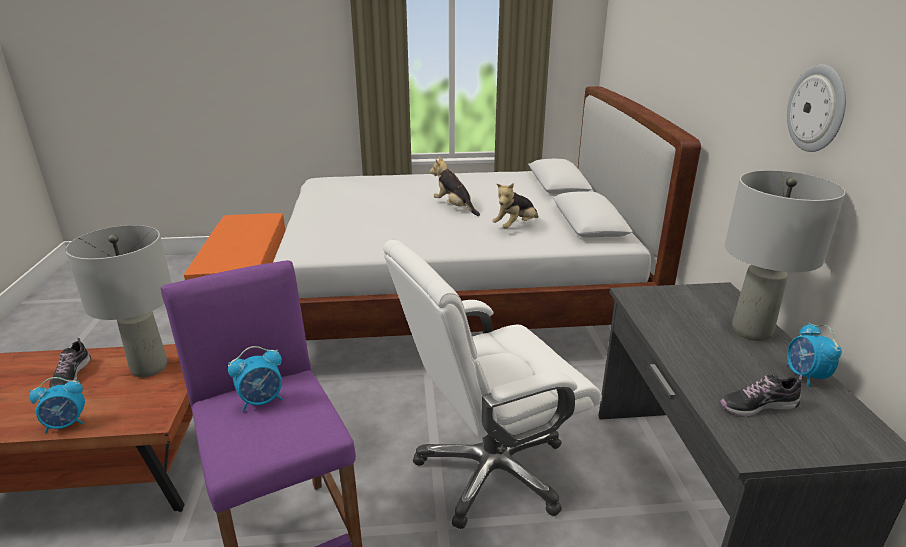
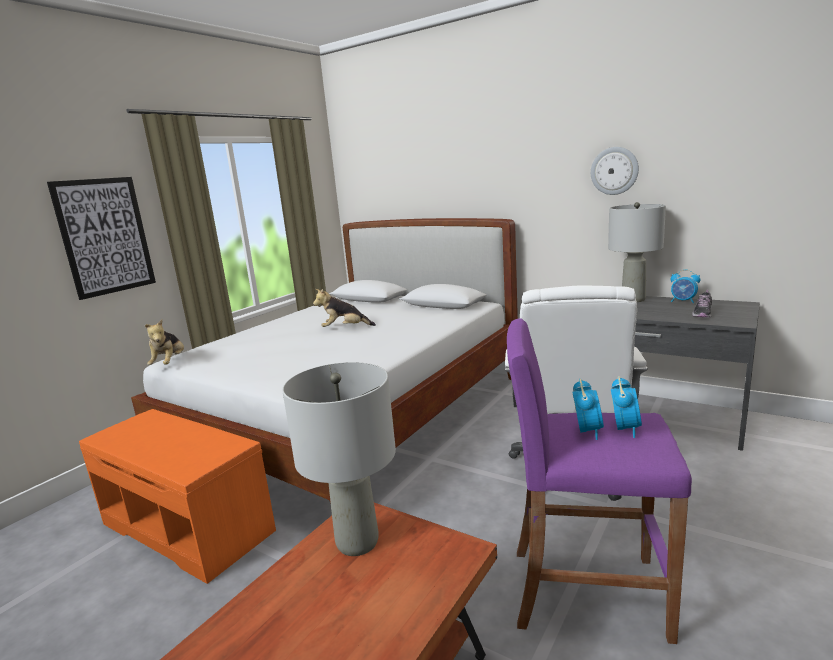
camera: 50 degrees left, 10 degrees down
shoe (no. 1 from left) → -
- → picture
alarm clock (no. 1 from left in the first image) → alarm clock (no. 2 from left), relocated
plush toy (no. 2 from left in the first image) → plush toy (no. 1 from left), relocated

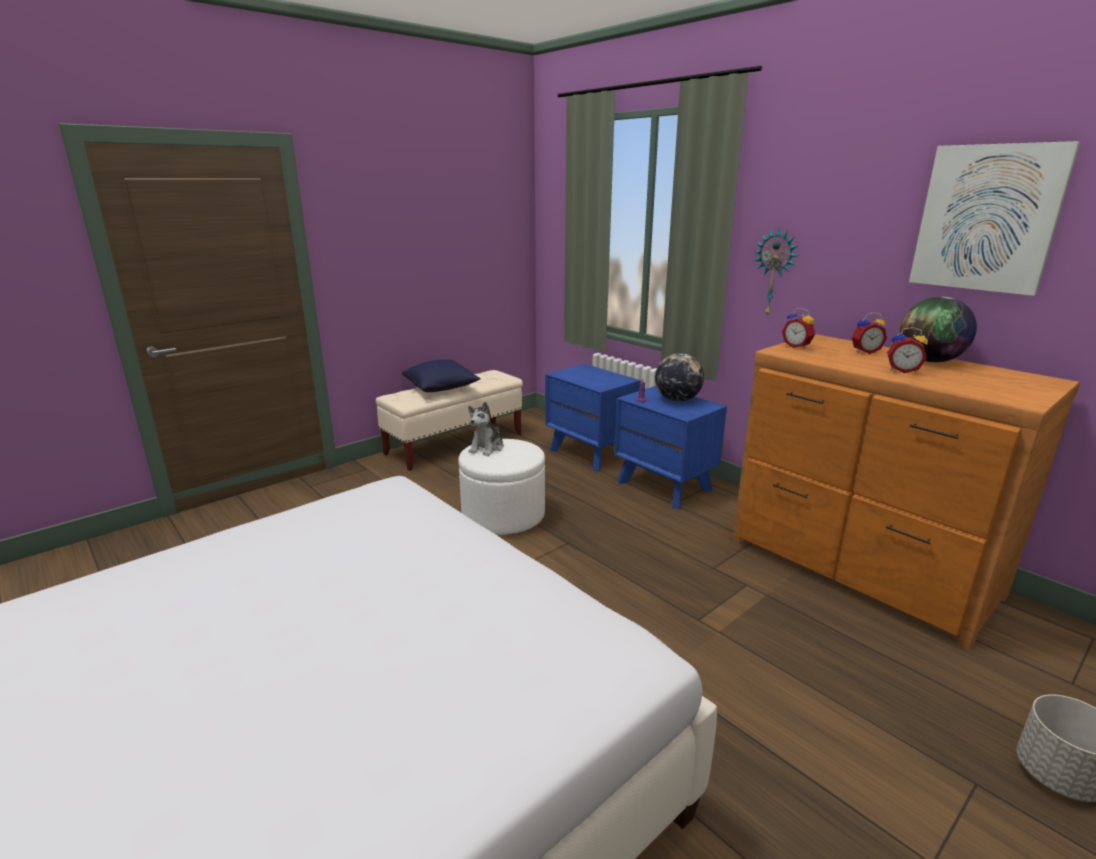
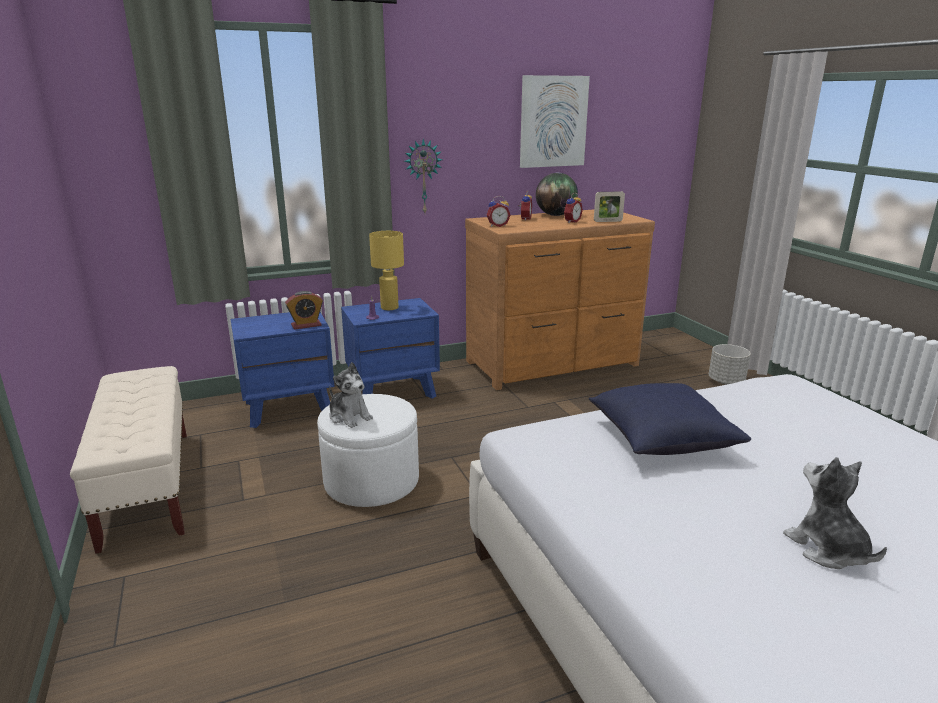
camera: 70 degrees left, 0 degrees up
- → alarm clock (no. 1 from left)
- → picture frame
- → plush toy (no. 2 from left)
pillow (blue), relocated
globe (no. 1 from left) → table lamp (yellow)

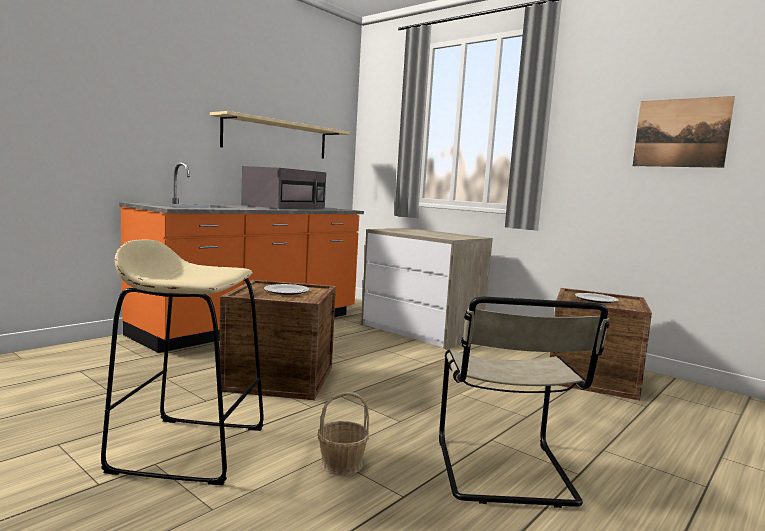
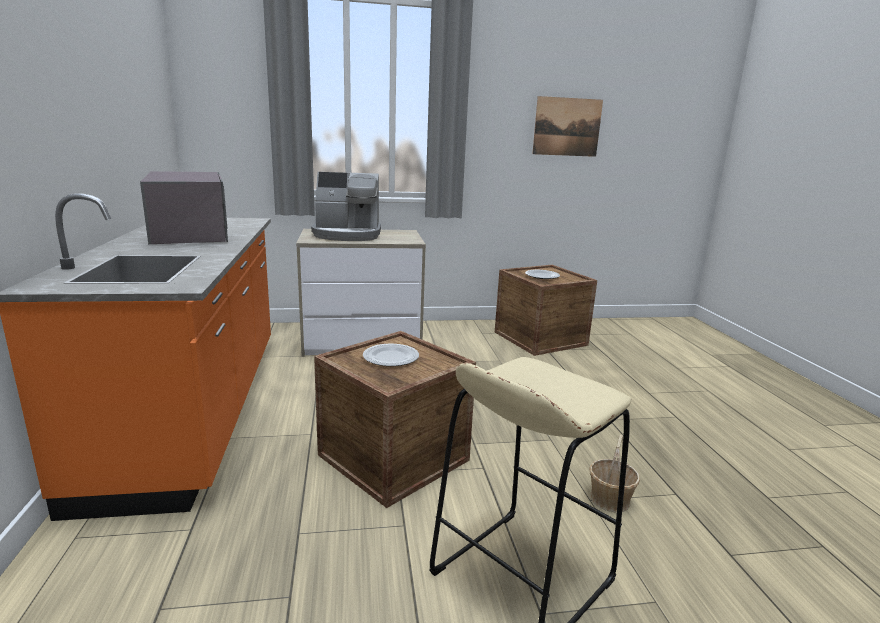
camera: 50 degrees left, 10 degrees up
shelf (beige) → -
chair (beige) → -
- → coffee machine

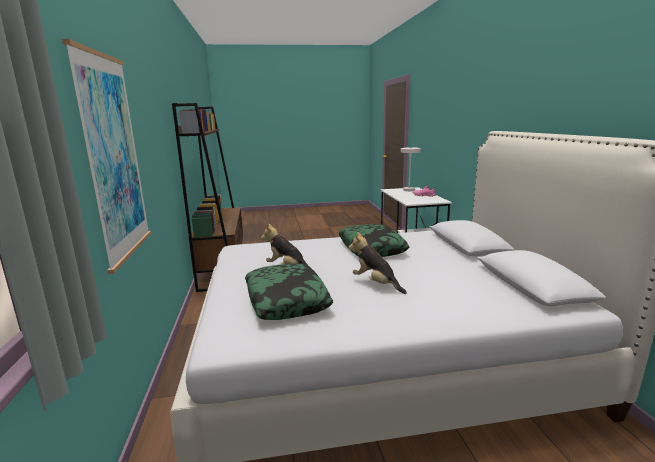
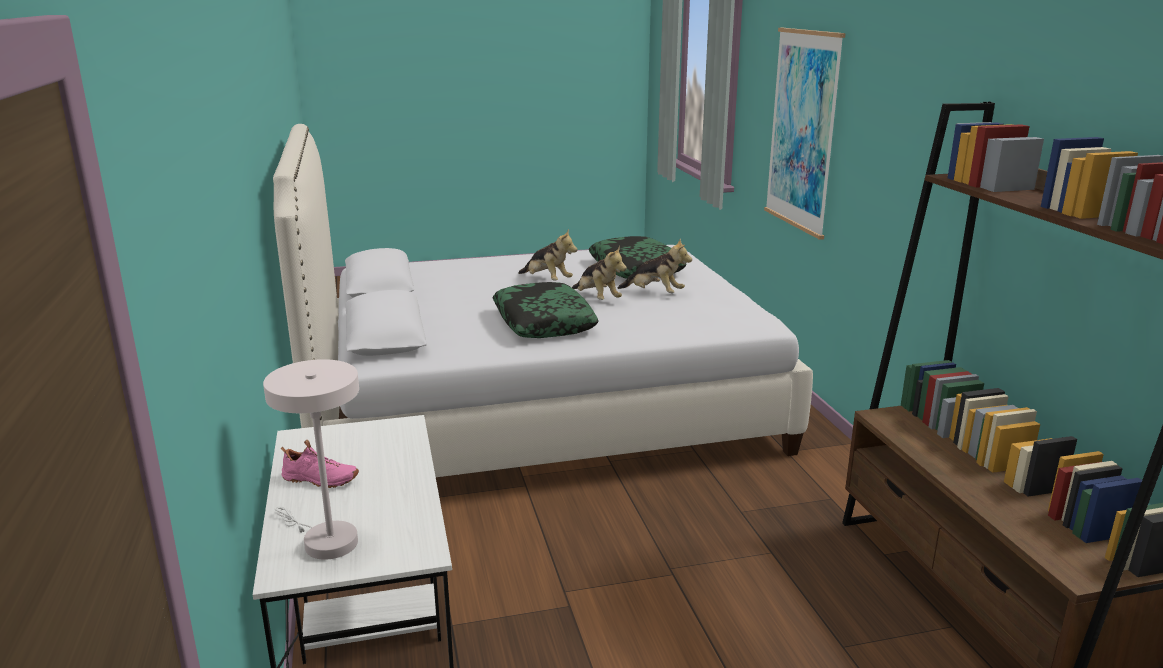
camera: 175 degrees right, 5 degrees up
- → plush toy (no. 2 from left)

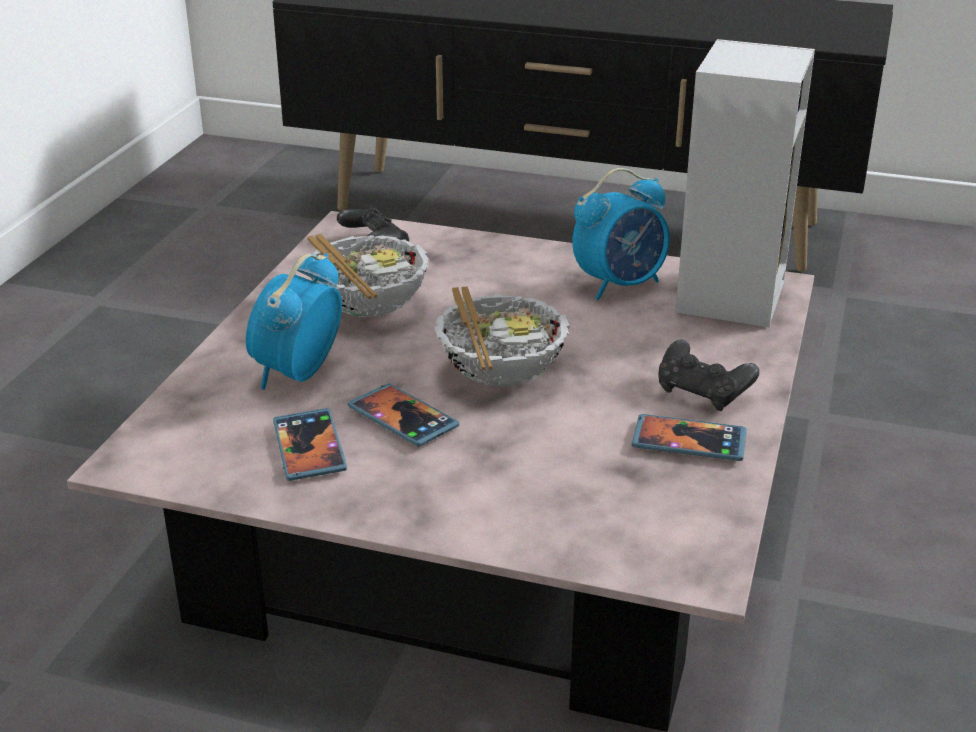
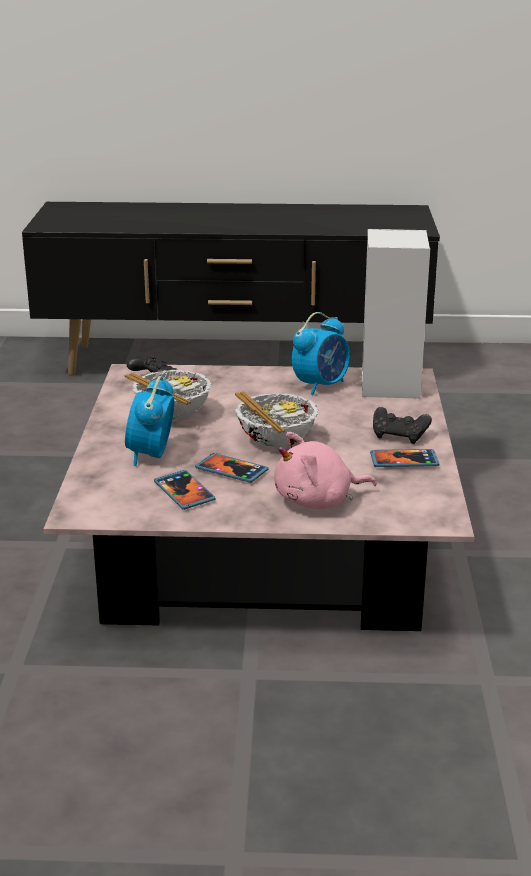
camera: 15 degrees left, 5 degrees down
- → plush toy (pink)

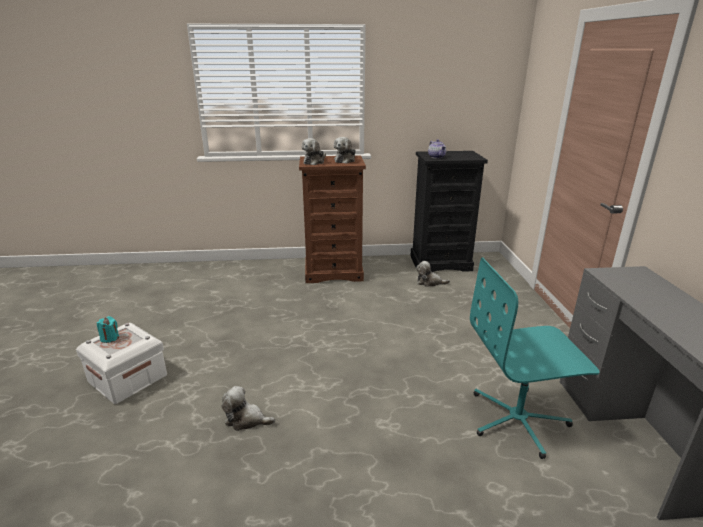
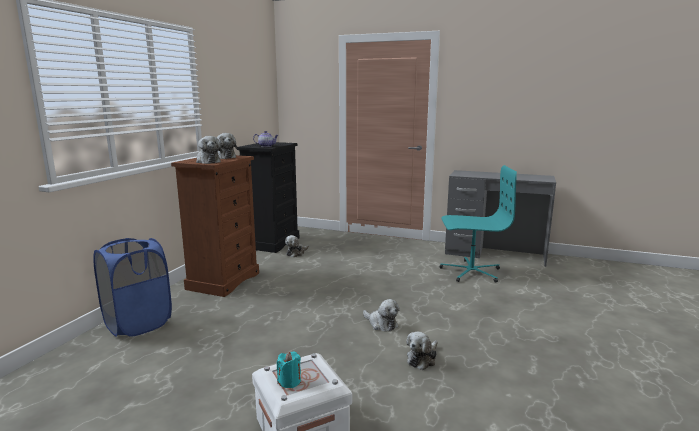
camera: 65 degrees left, 10 degrees down
- → laundry basket (blue)
- → plush toy (no. 4 from left)
office chair (turquoise), 105 degrees counterclockwise

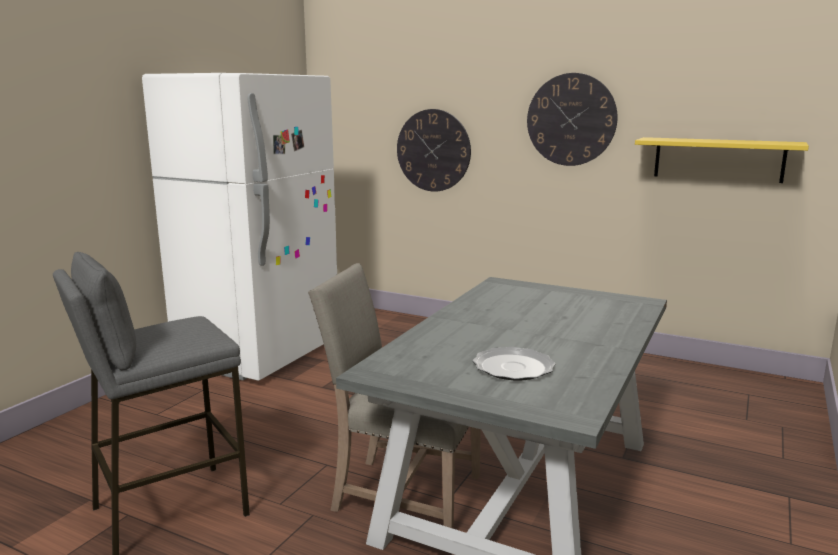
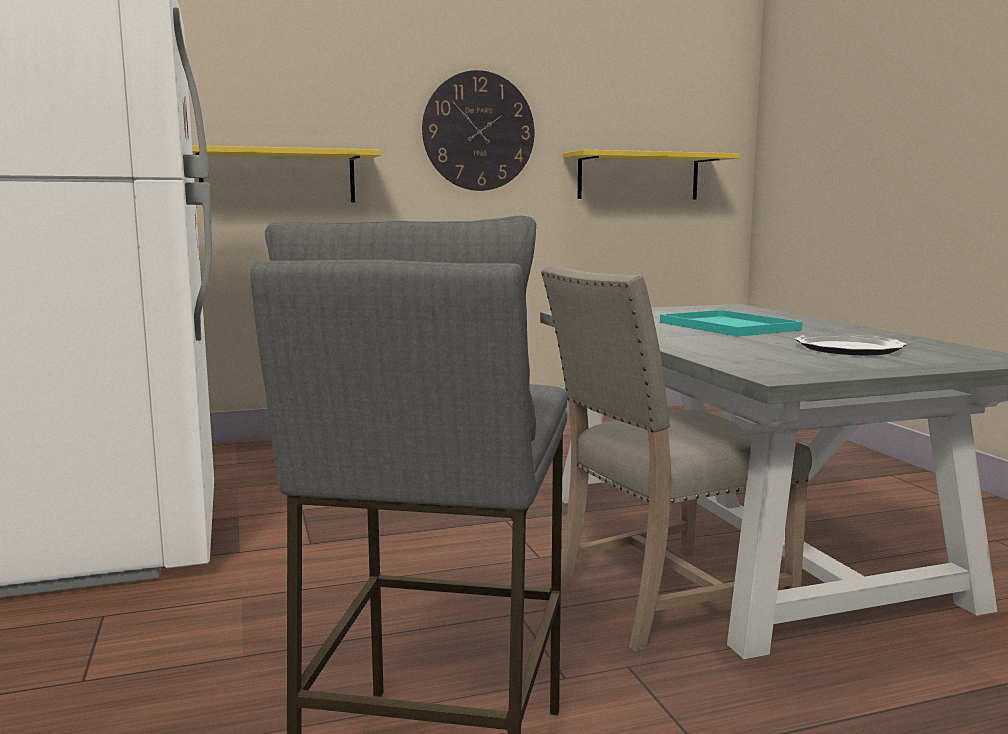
camera: 45 degrees left, 5 degrees down
- → tray (turquoise)
wall clock (no. 1 from left) → shelf (yellow) (no. 1 from left)

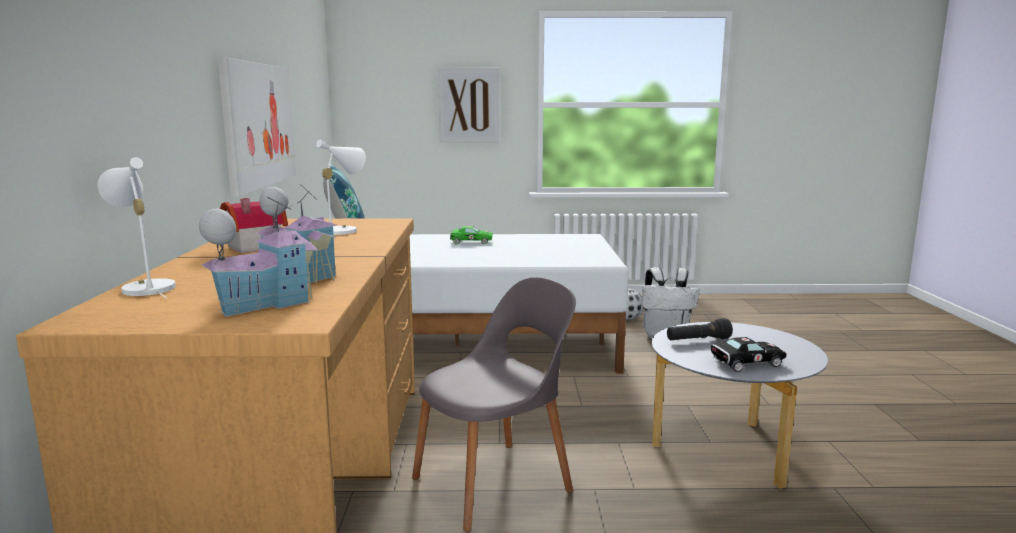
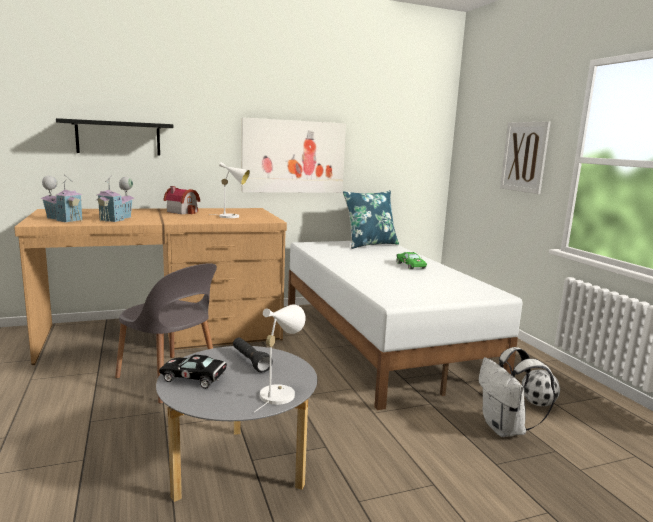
camera: 70 degrees right, 0 degrees up
- → shelf (black)
table lamp (white) (no. 1 from left in the first image) → table lamp (white) (no. 2 from left), relocated
toy car (black), 135 degrees clockwise

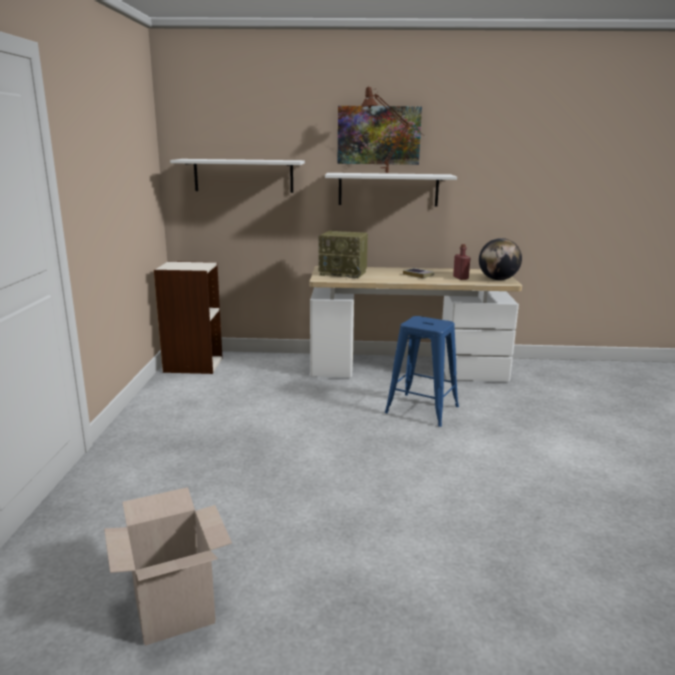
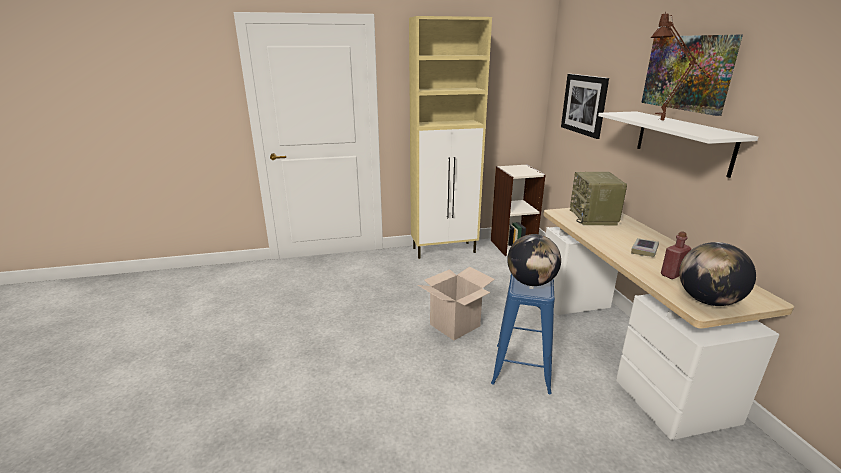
camera: 75 degrees right, 5 degrees up
- → cabinet (beige)
- → globe (no. 1 from left)
cardboard box, relocated
shelf (white) (no. 1 from left) → picture (no. 1 from left)

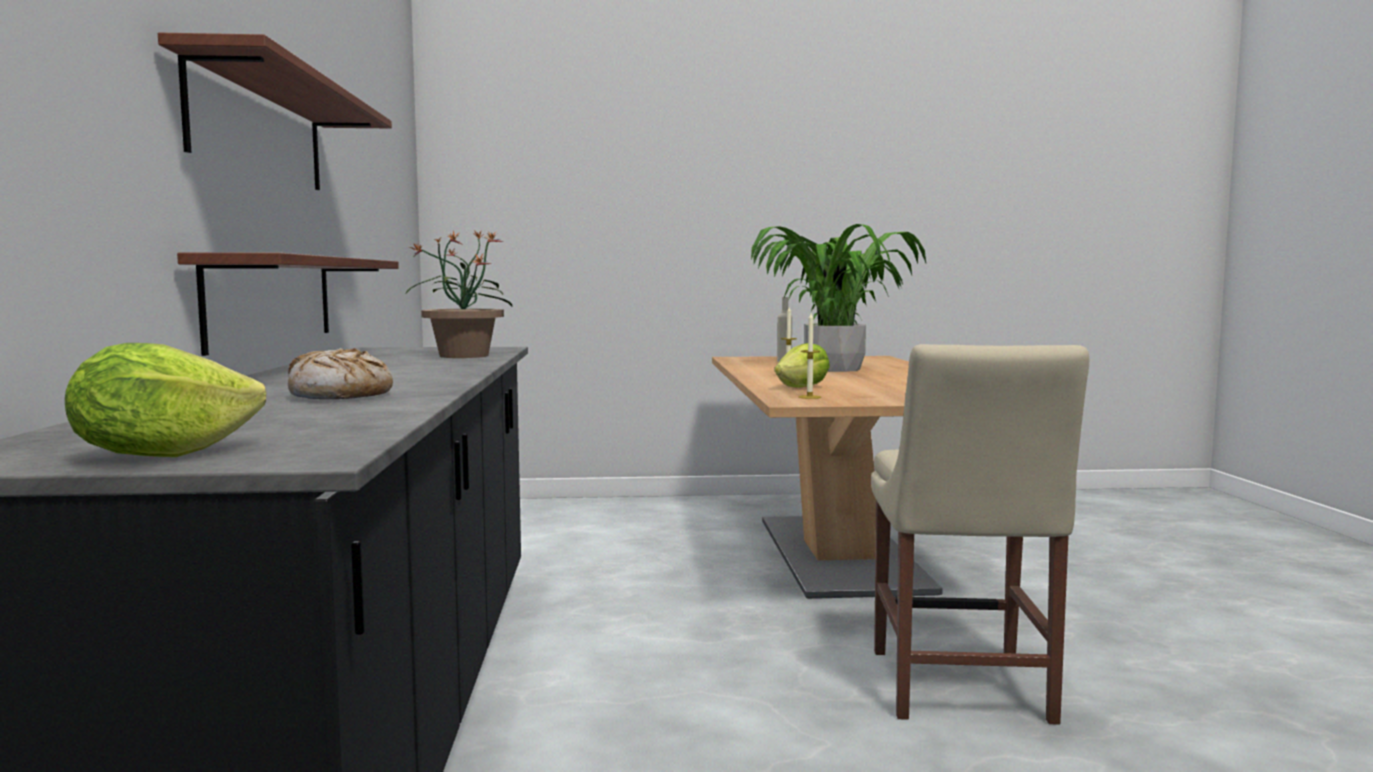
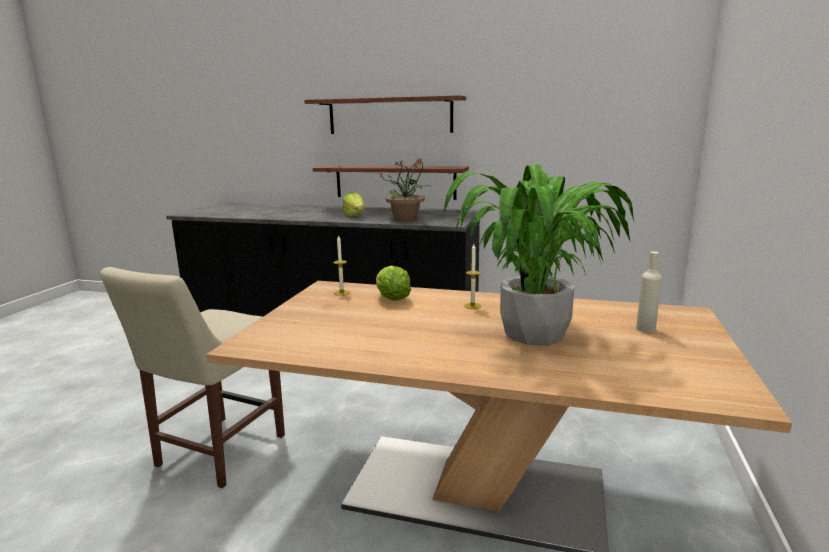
camera: 110 degrees right, 10 degrees up
bread → -
lettuce (no. 1 from left), relocated
chair (beige), 90 degrees counterclockwise

